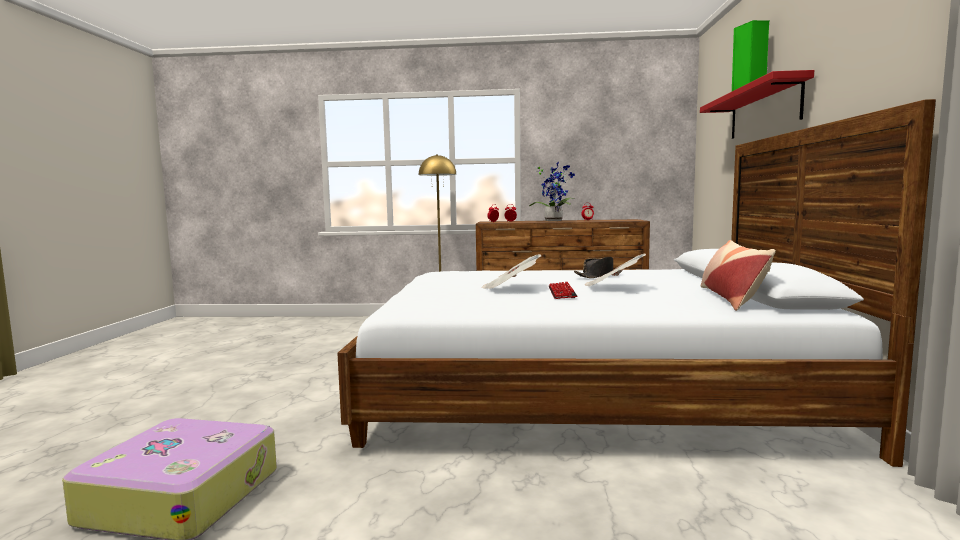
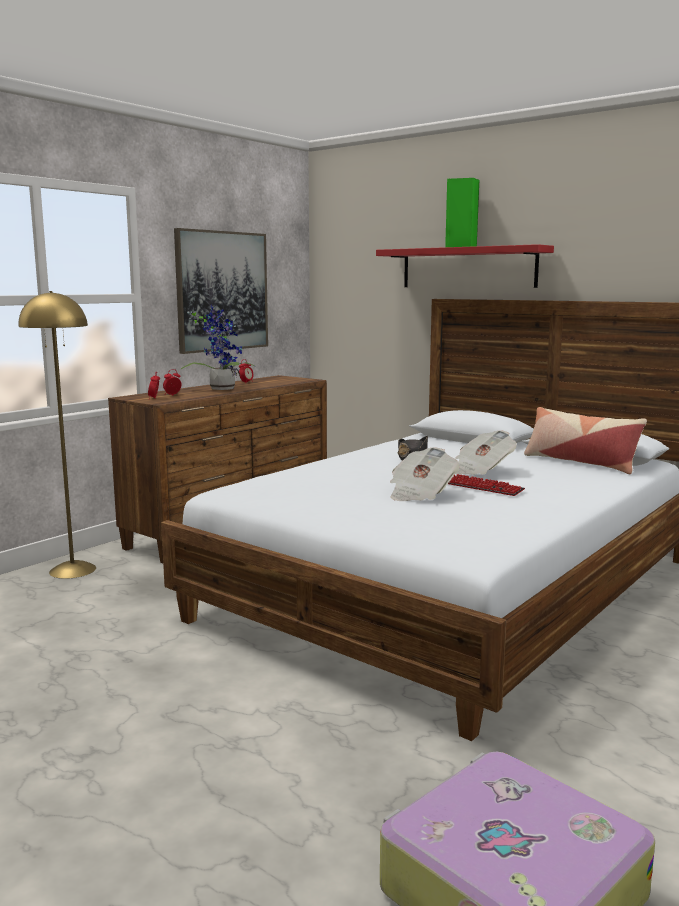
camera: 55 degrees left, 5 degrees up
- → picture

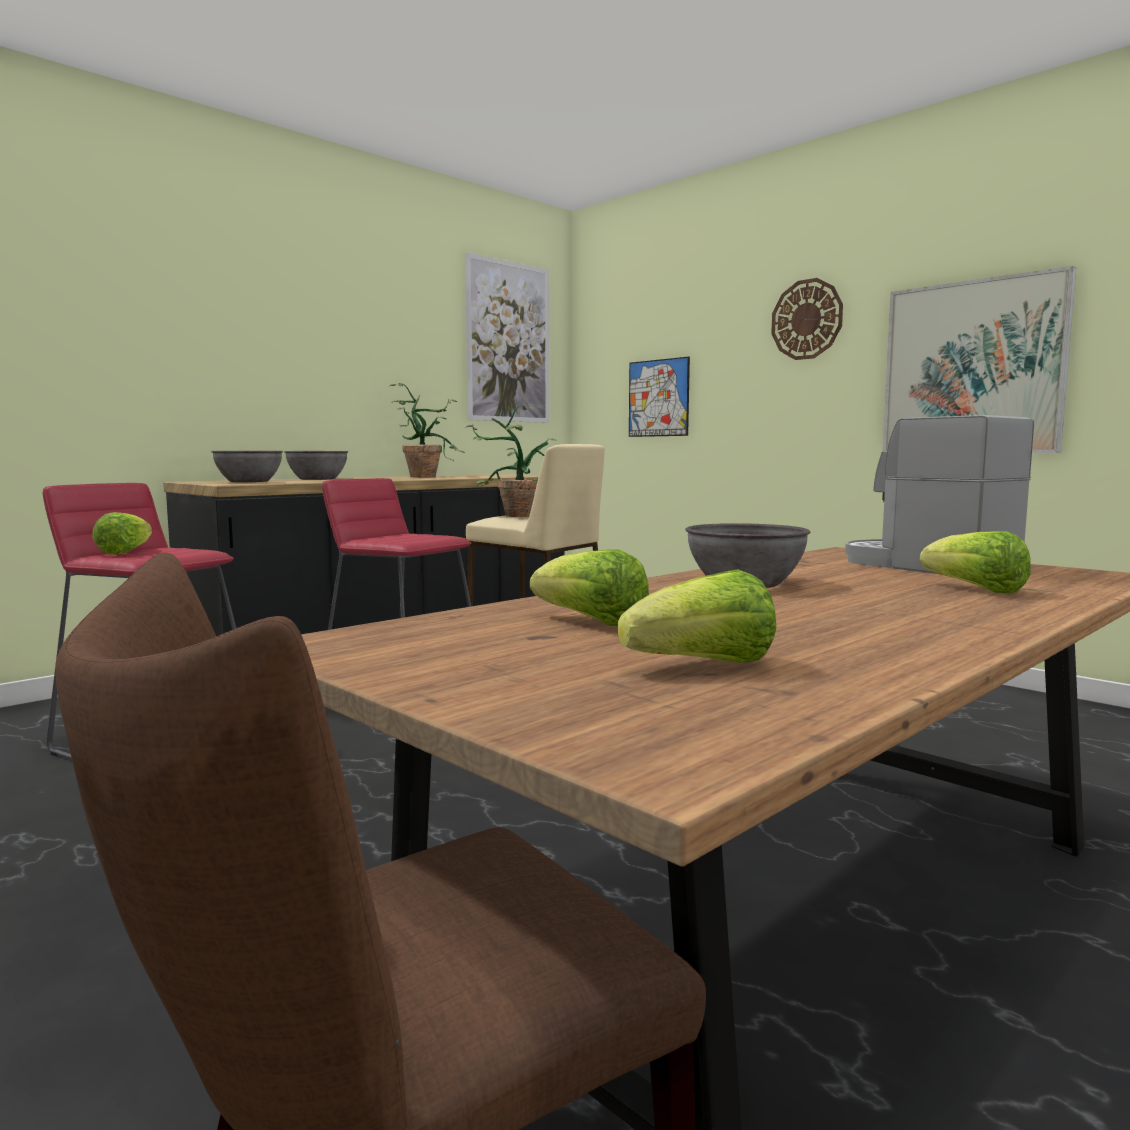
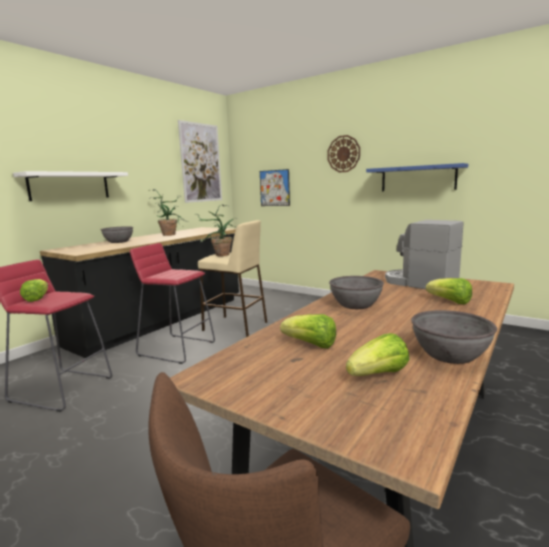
camera: 10 degrees left, 5 degrees up
- → shelf (white)
bowl (grey) (no. 1 from left in the first image) → bowl (grey) (no. 3 from left), relocated
picture (no. 3 from left) → shelf (blue)

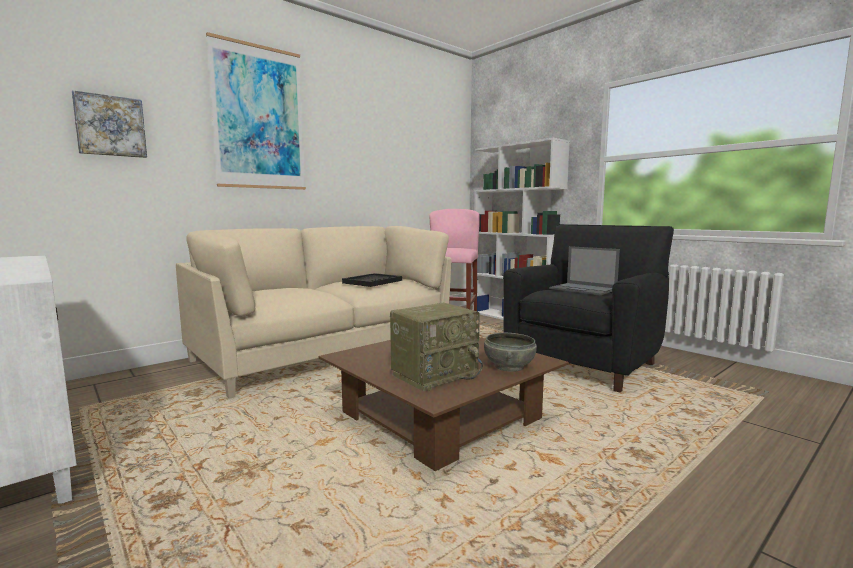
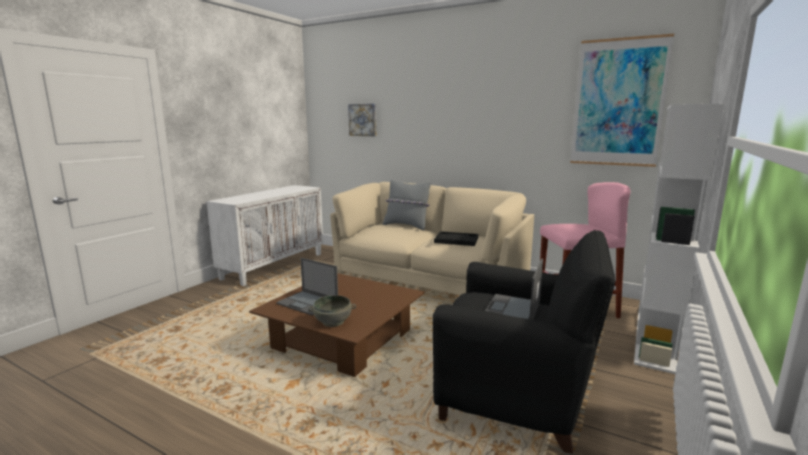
camera: 70 degrees right, 5 degrees up
- → pillow (grey)
picture (no. 2 from left), relocated
radio → laptop (no. 1 from left)

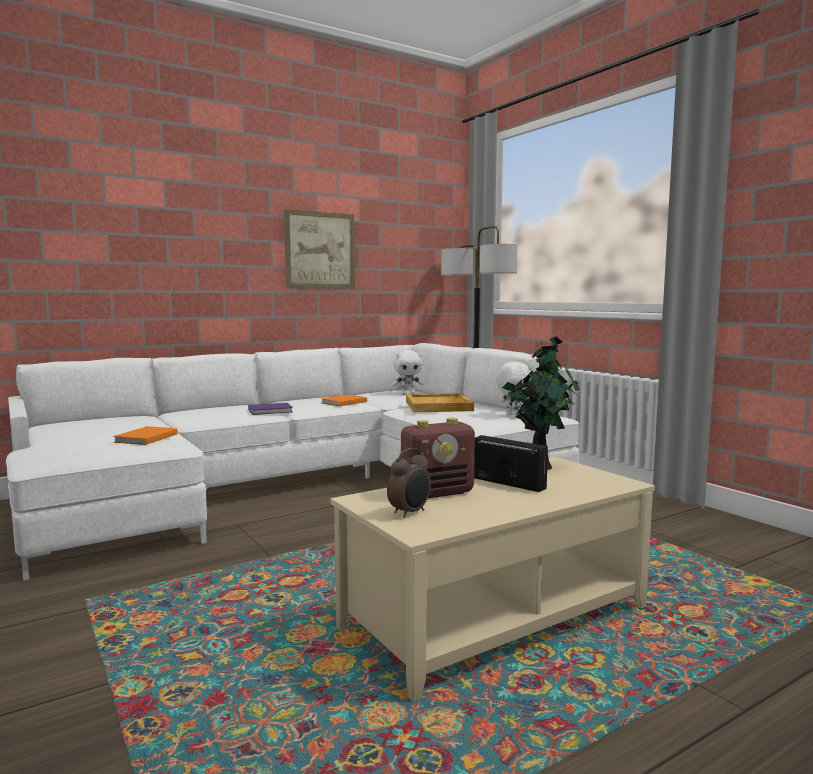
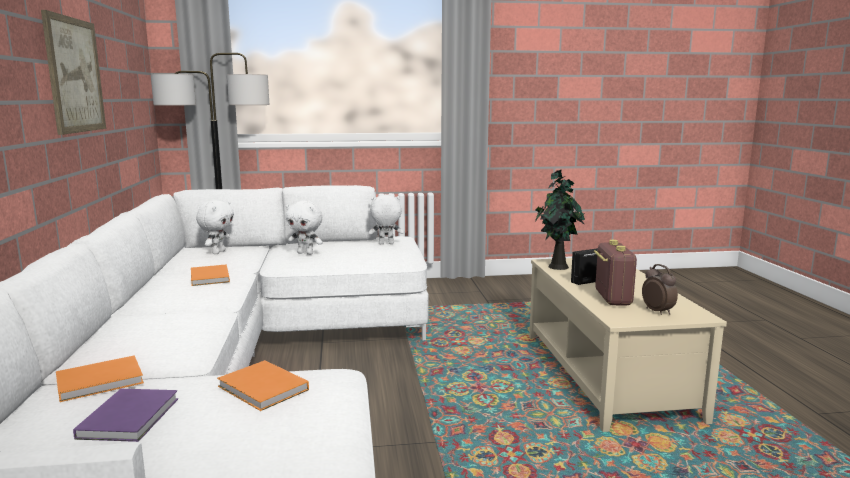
camera: 65 degrees left, 5 degrees up
- → book (orange) (no. 1 from left)
book (purple), relocated
tray (beige) → plush toy (white) (no. 2 from left)

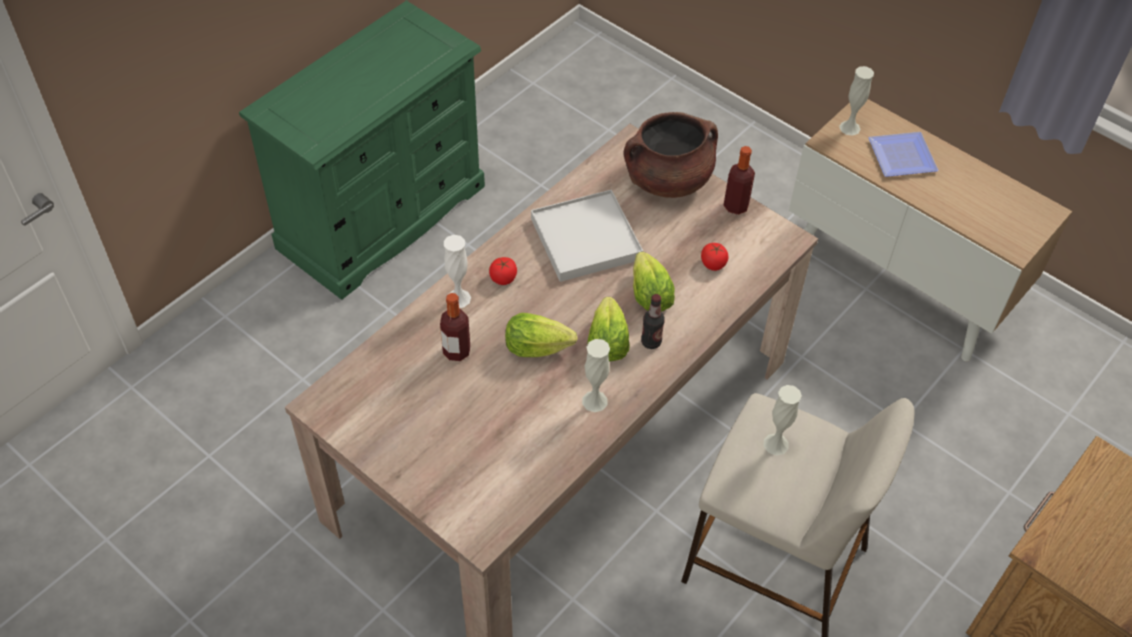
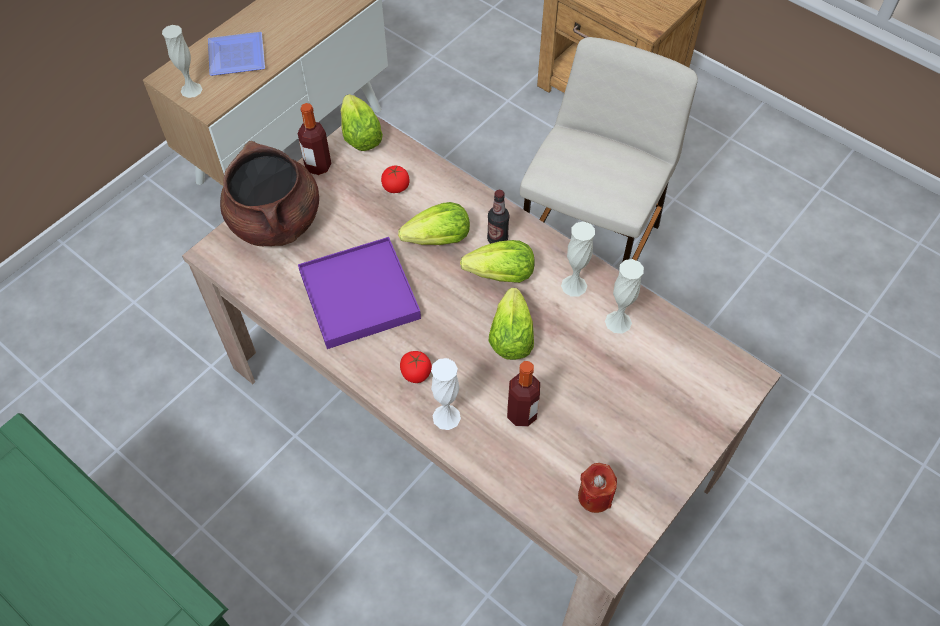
camera: 90 degrees left, 5 degrees up
- → lettuce (no. 1 from left)
- → candle (red)
vase (white) (no. 3 from left in the first image) → vase (white) (no. 4 from left), relocated
tray (white) → tray (purple)

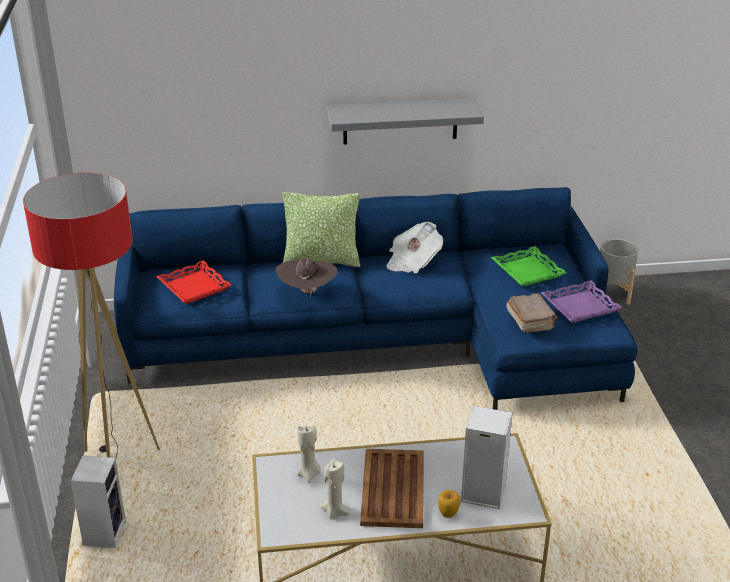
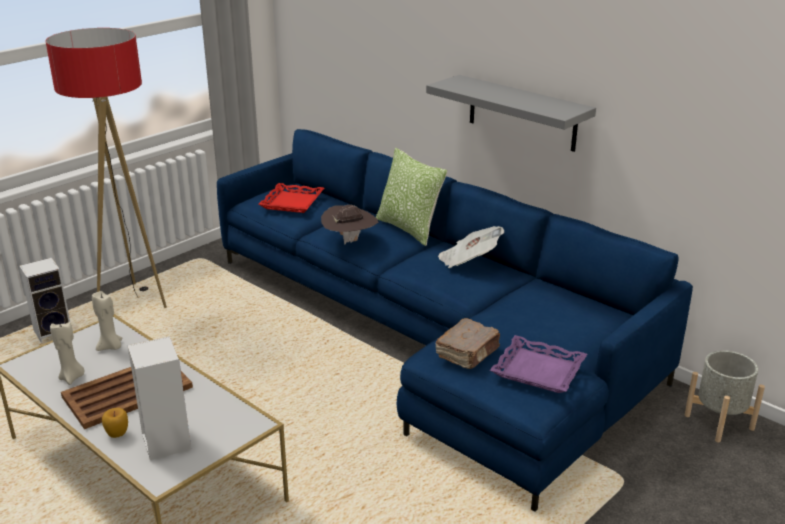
camera: 50 degrees right, 5 degrees down
tray (green) → -

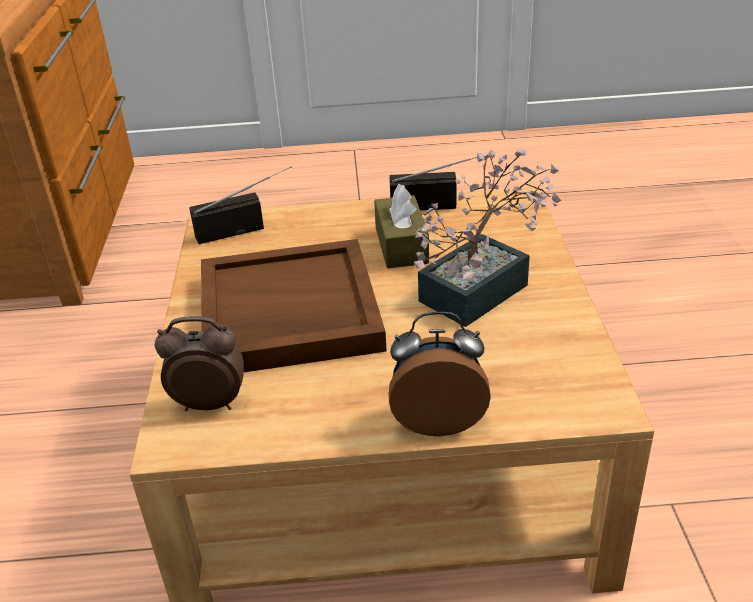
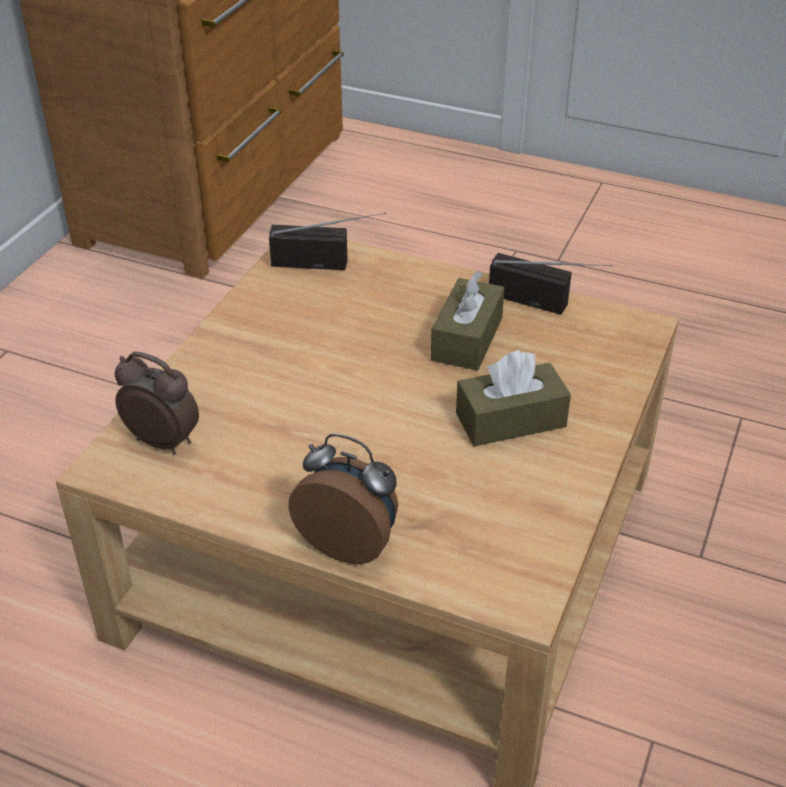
camera: 25 degrees right, 5 degrees up
tray (brown) → -
potted plant → tissue box (brown) (no. 2 from left)

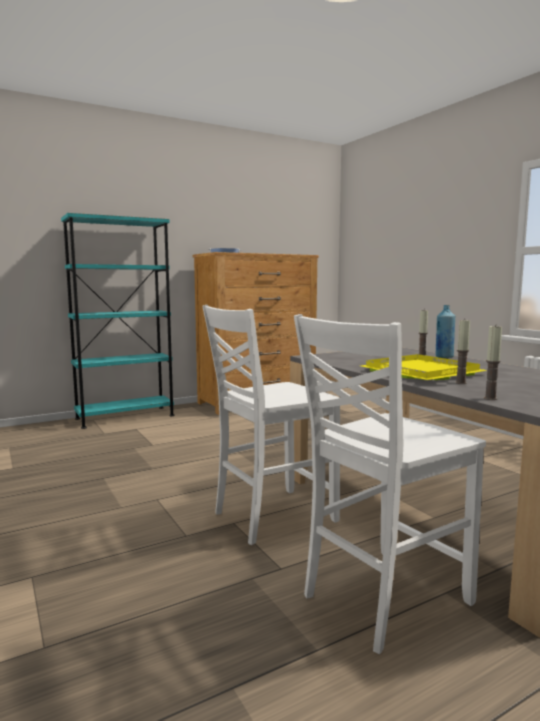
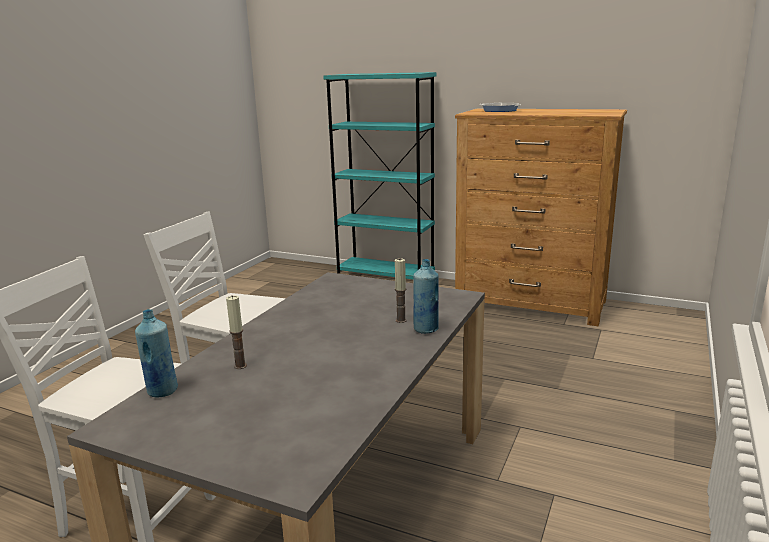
camera: 55 degrees right, 10 degrees up
tray (yellow) → -
candle (no. 3 from left) → bottle (blue) (no. 1 from left)

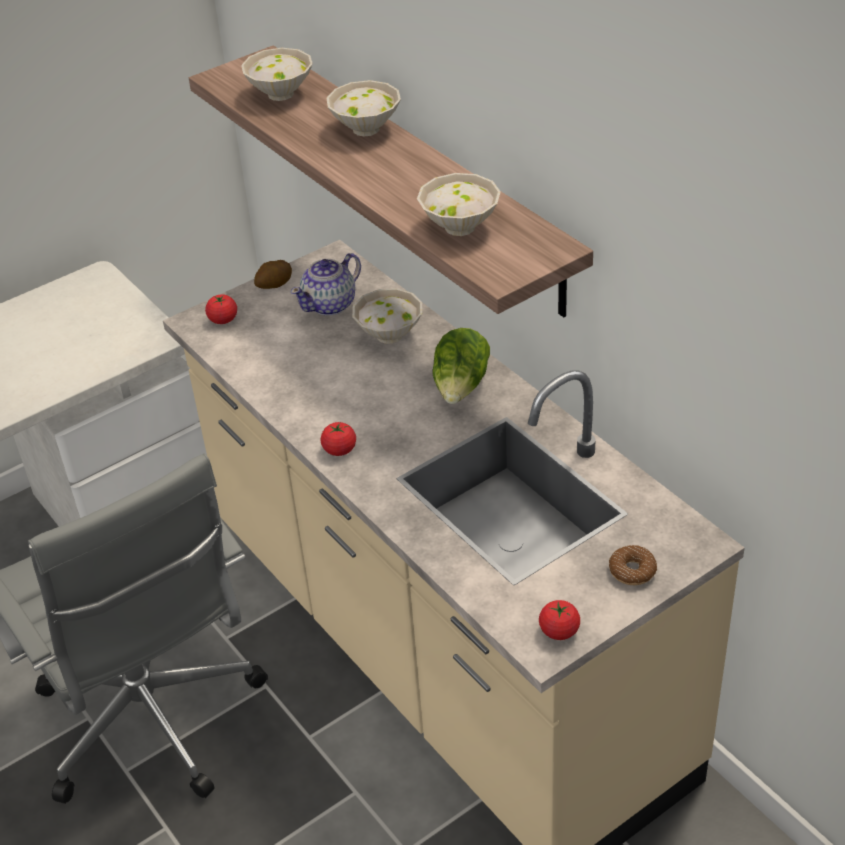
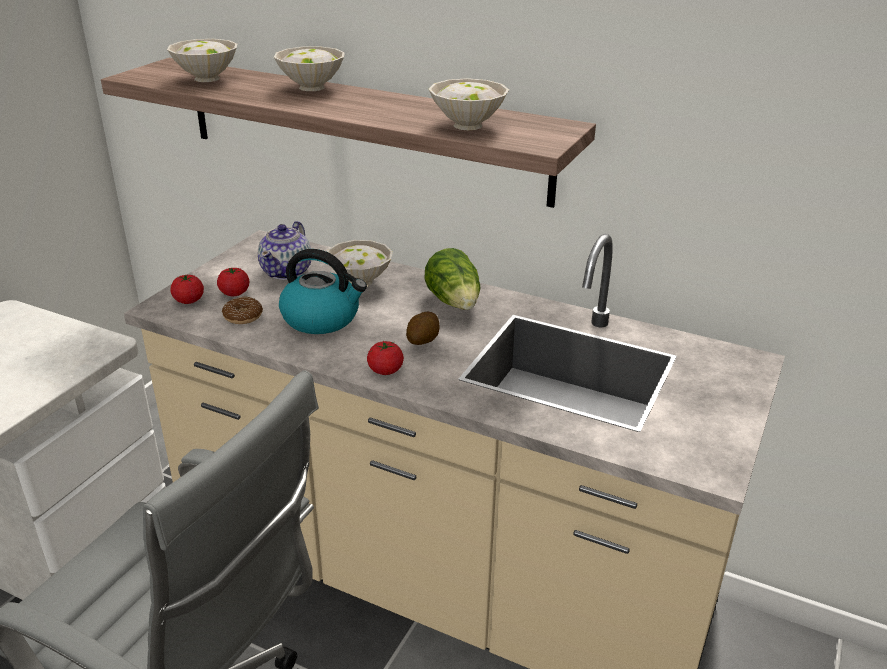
camera: 30 degrees left, 10 degrees down
- → kettle
potato, relocated
tomato (no. 3 from left in the first image) → tomato (no. 2 from left), relocated
donut, relocated

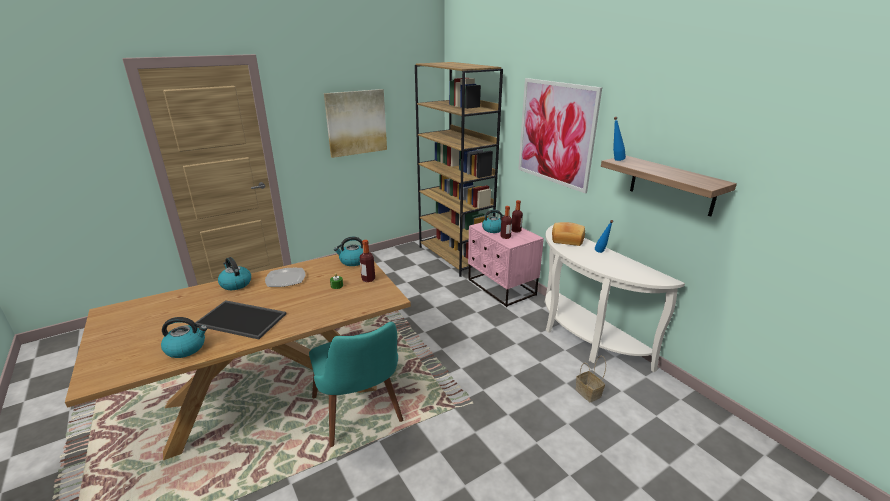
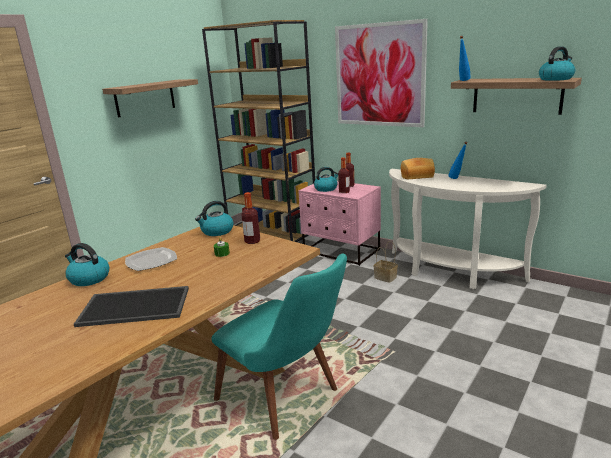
camera: 20 degrees left, 5 degrees down
kettle (no. 1 from left in the first image) → kettle (no. 4 from left), relocated
basket, relocated
picture (no. 1 from left) → shelf (no. 1 from left)

